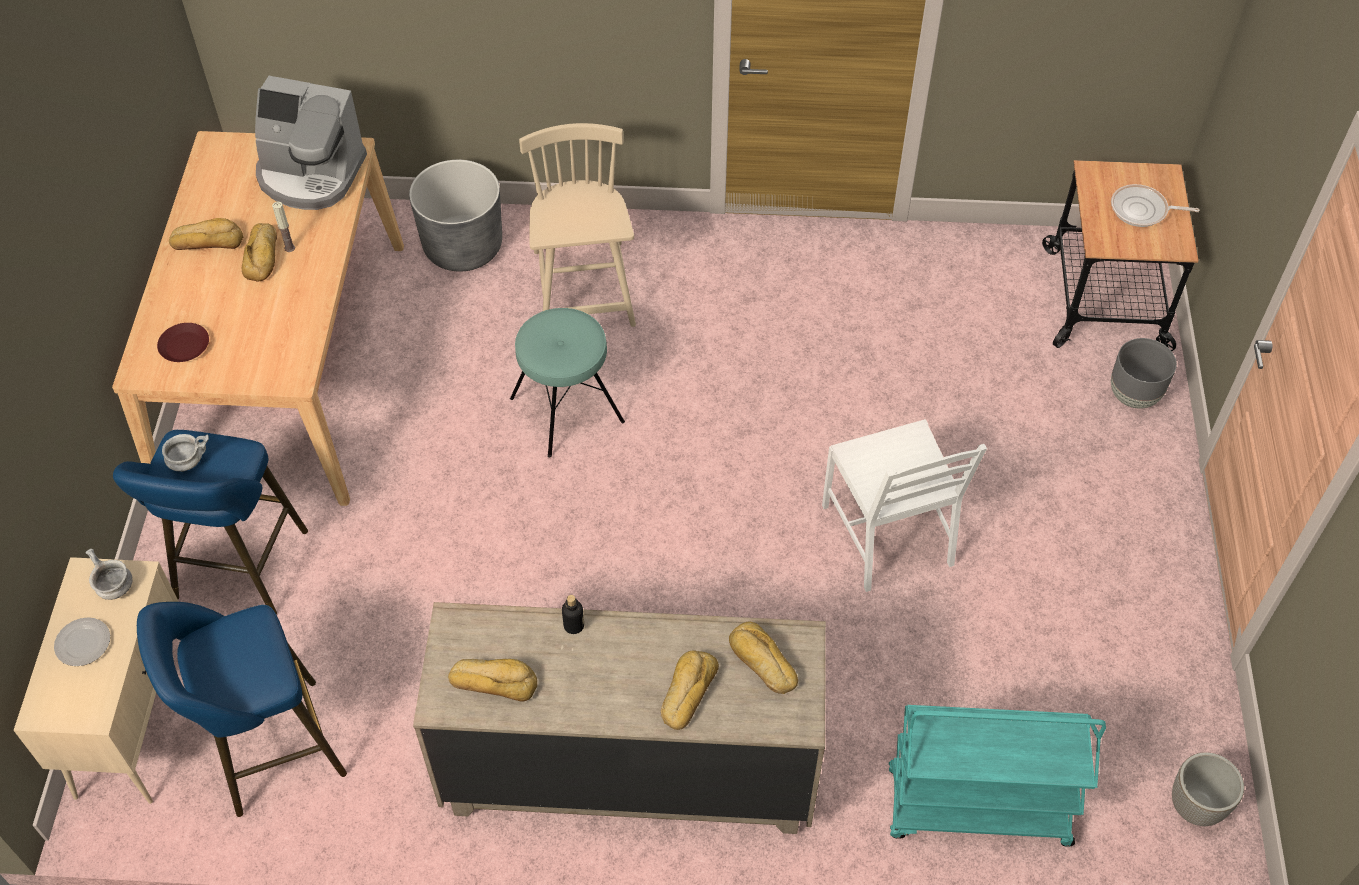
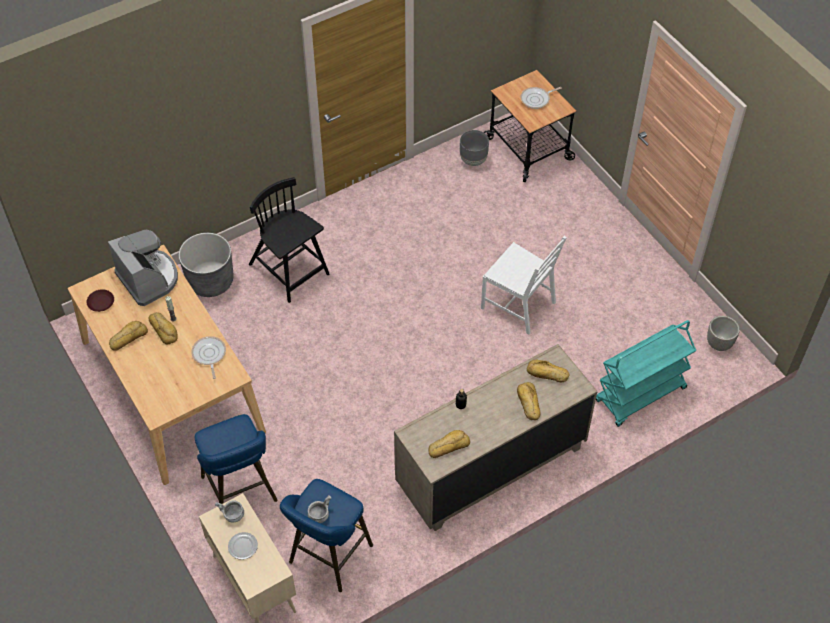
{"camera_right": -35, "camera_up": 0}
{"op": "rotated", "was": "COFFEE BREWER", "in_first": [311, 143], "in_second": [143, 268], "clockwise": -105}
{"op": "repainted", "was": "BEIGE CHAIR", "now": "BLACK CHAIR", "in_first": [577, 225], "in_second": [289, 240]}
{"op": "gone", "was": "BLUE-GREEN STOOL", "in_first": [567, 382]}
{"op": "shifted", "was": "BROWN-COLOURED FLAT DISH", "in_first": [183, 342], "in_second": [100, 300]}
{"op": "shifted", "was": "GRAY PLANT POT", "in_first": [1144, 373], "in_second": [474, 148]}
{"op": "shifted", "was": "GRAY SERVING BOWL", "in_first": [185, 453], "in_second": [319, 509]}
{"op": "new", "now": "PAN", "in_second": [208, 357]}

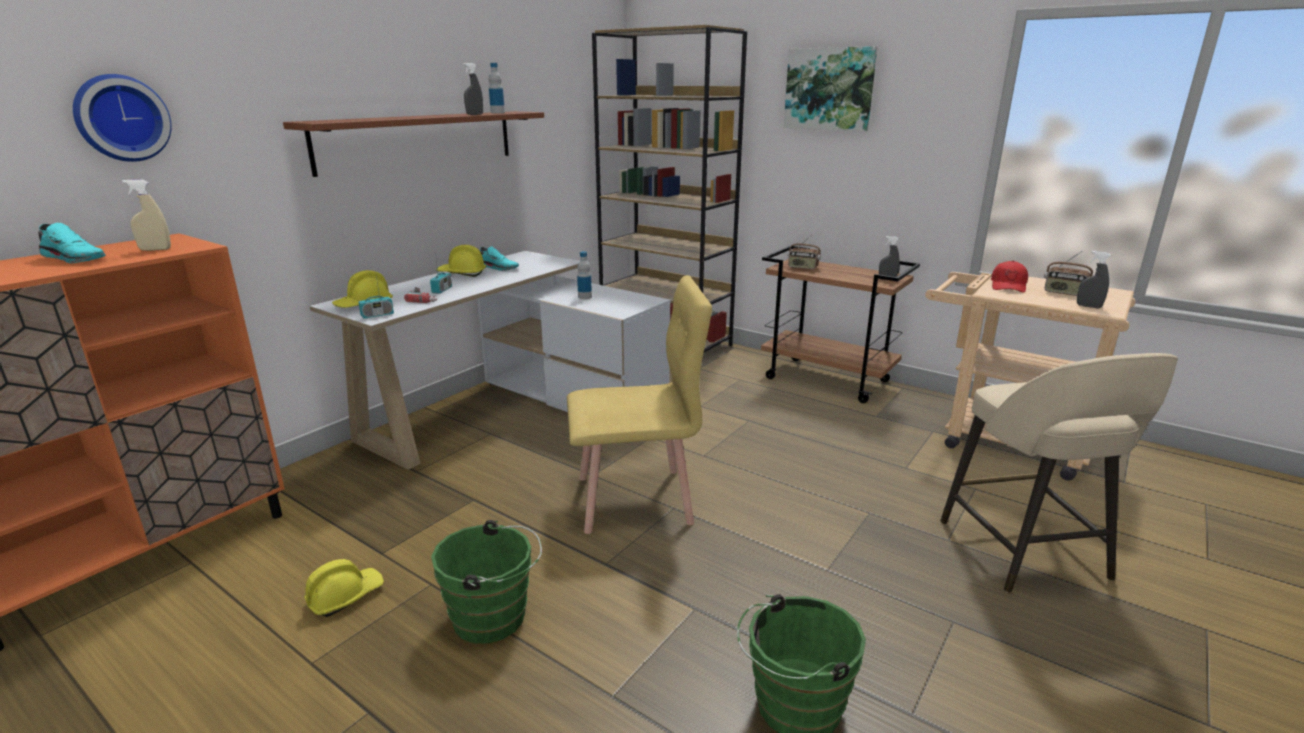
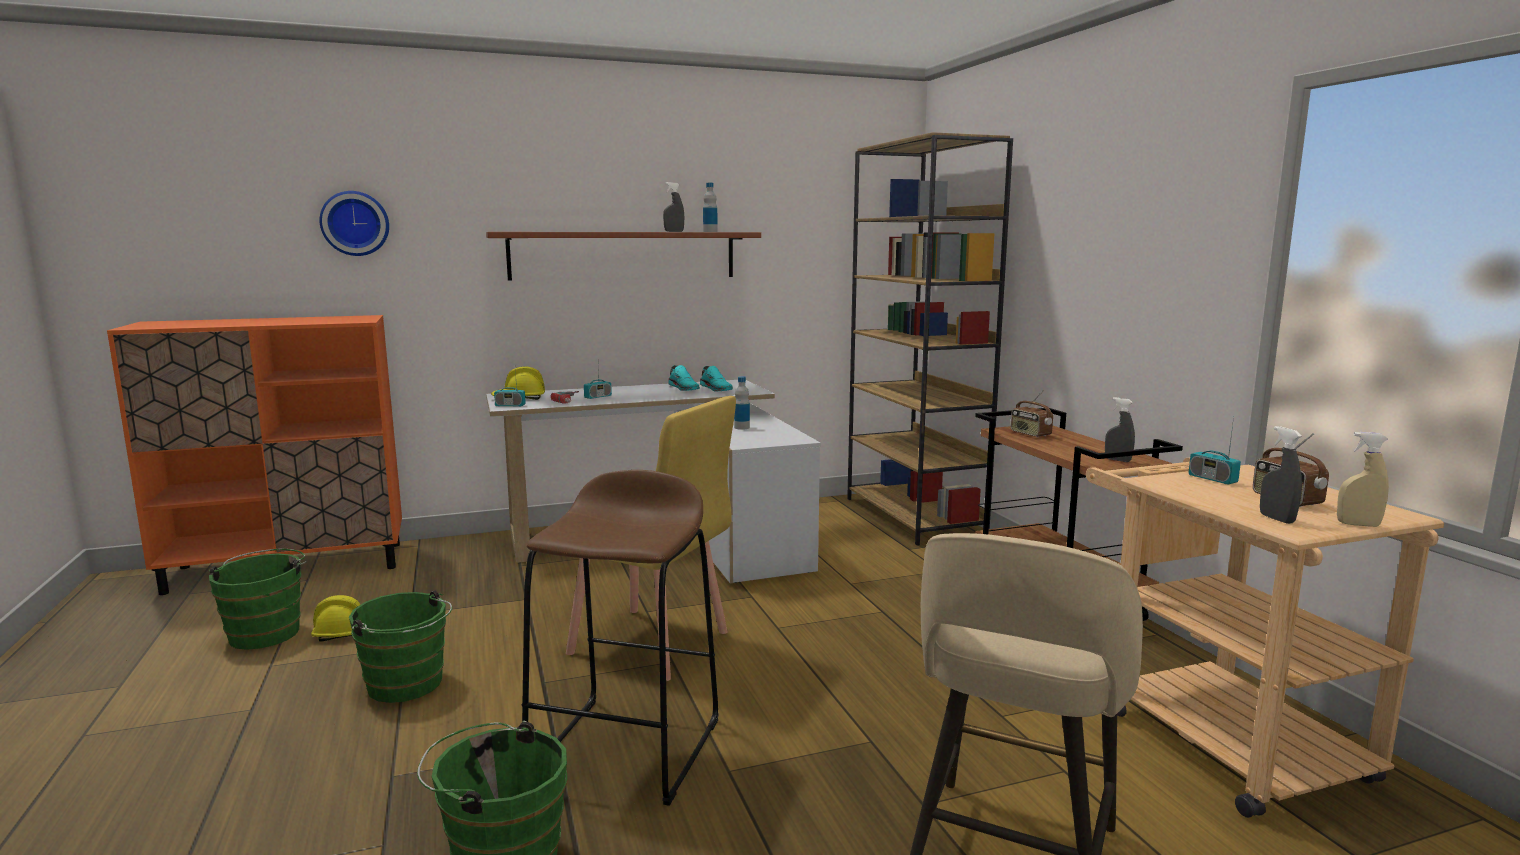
{"camera_right": 35, "camera_up": -10}
{"op": "gone", "was": "WALL PICTURE", "in_first": [830, 88]}
{"op": "shifted", "was": "BEIGE HAND SPRAYER", "in_first": [146, 215], "in_second": [1363, 479]}
{"op": "shifted", "was": "BLUE-GREEN ITEM OF FOOTWEAR", "in_first": [72, 243], "in_second": [716, 379]}
{"op": "gone", "was": "YELLOW-COLOURED SAFETY HELMET", "in_first": [461, 261]}
{"op": "swapped", "was": "RED PEAKED CAP", "now": "RADIO RECEIVER", "in_first": [1009, 277], "in_second": [1215, 450]}
{"op": "new", "now": "BROWN-COLOURED STOOL", "in_second": [620, 638]}
{"op": "new", "now": "GREENISH PAIL", "in_second": [257, 599]}

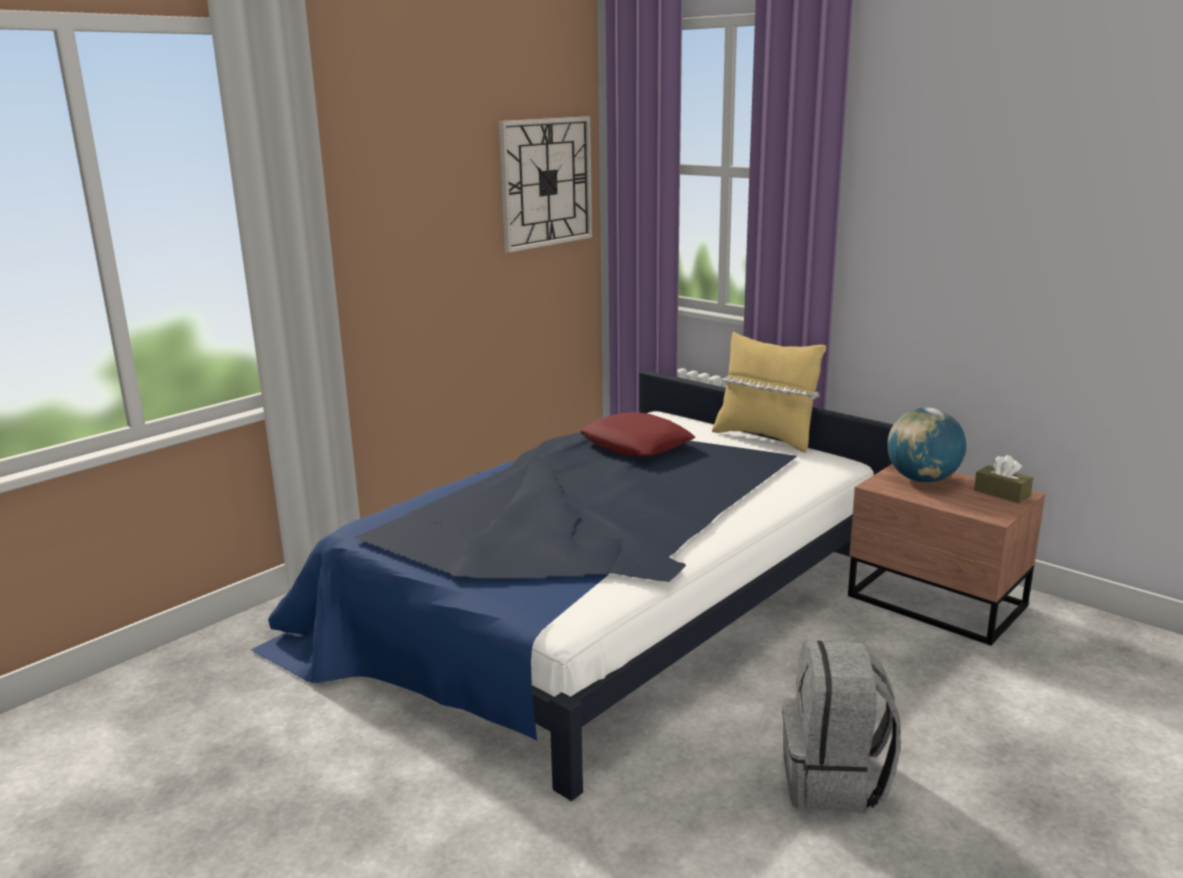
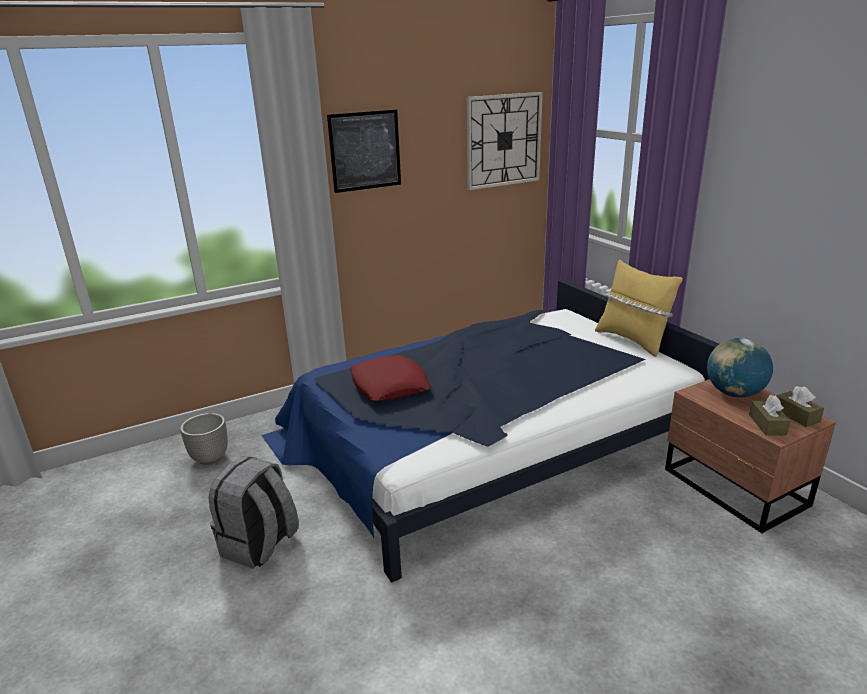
{"camera_right": 20, "camera_up": 5}
{"op": "shifted", "was": "RED PILLOW", "in_first": [637, 434], "in_second": [390, 378]}
{"op": "shifted", "was": "GRAY BACKPACK", "in_first": [841, 727], "in_second": [254, 512]}
{"op": "new", "now": "WALL PICTURE", "in_second": [364, 151]}
{"op": "new", "now": "BROWN-COLOURED BOX OF TISSUES", "in_second": [769, 415]}
{"op": "new", "now": "PLANT POT", "in_second": [204, 439]}

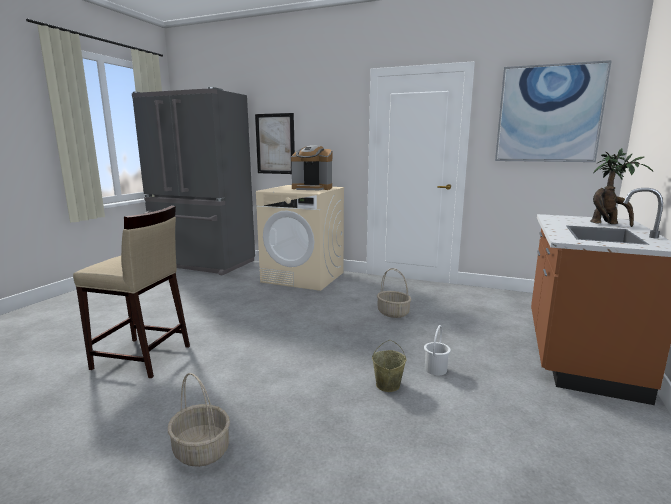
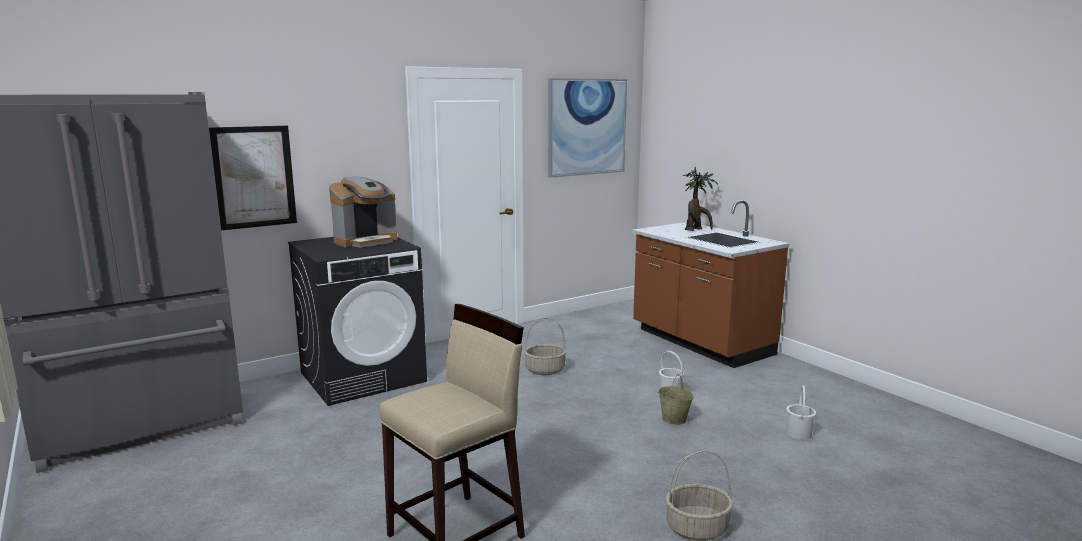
{"camera_right": -55, "camera_up": 0}
{"op": "repainted", "was": "BEIGE LAUNDRY APPLIANCE", "now": "BLACK LAUNDRY APPLIANCE", "in_first": [300, 238], "in_second": [357, 321]}
{"op": "new", "now": "WHITE-COLOURED PAIL", "in_second": [801, 412]}

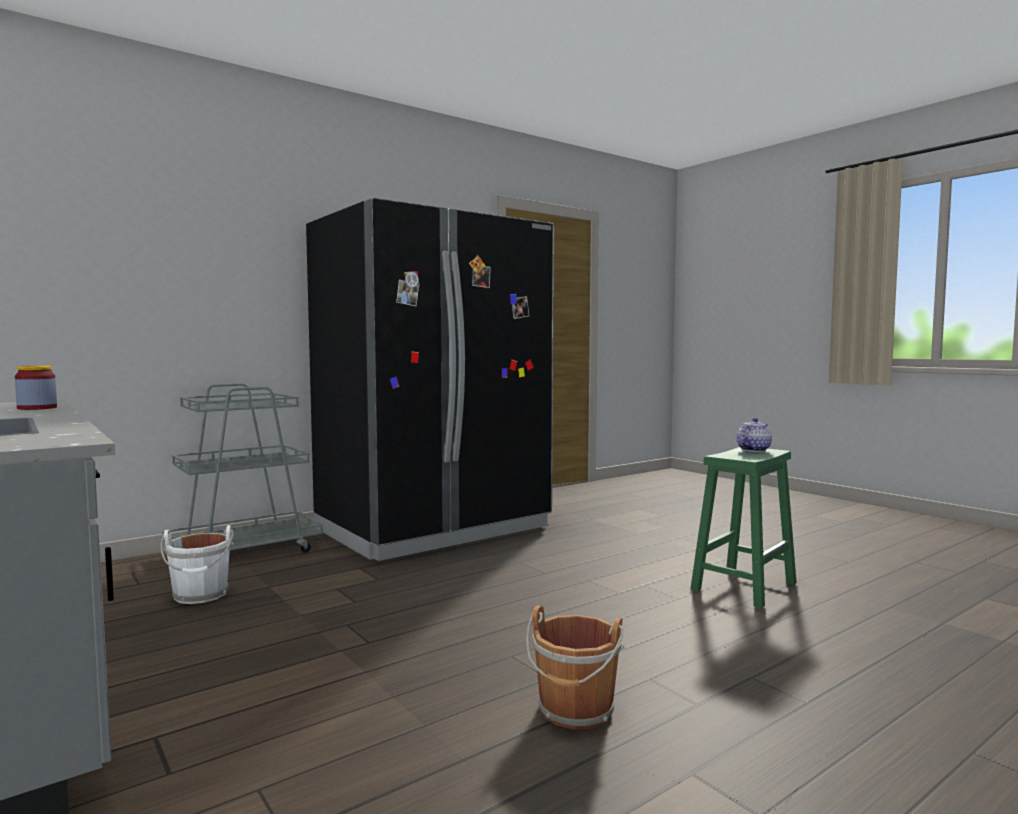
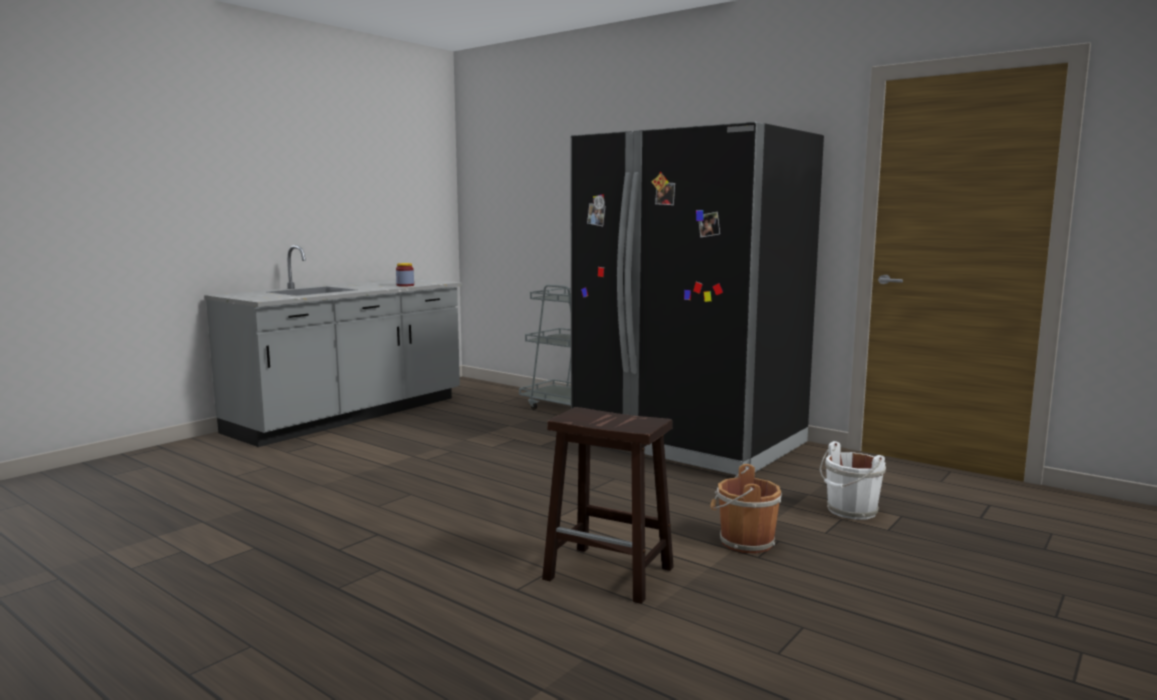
{"camera_right": 75, "camera_up": 5}
{"op": "gone", "was": "POT FOR TEA", "in_first": [754, 435]}
{"op": "repainted", "was": "GREENISH STOOL", "now": "BROWN-COLOURED STOOL", "in_first": [743, 527], "in_second": [608, 505]}
{"op": "shifted", "was": "WHITE-COLOURED PAIL", "in_first": [197, 564], "in_second": [853, 480]}
{"op": "shifted", "was": "BROWN-COLOURED PAIL", "in_first": [575, 667], "in_second": [746, 508]}

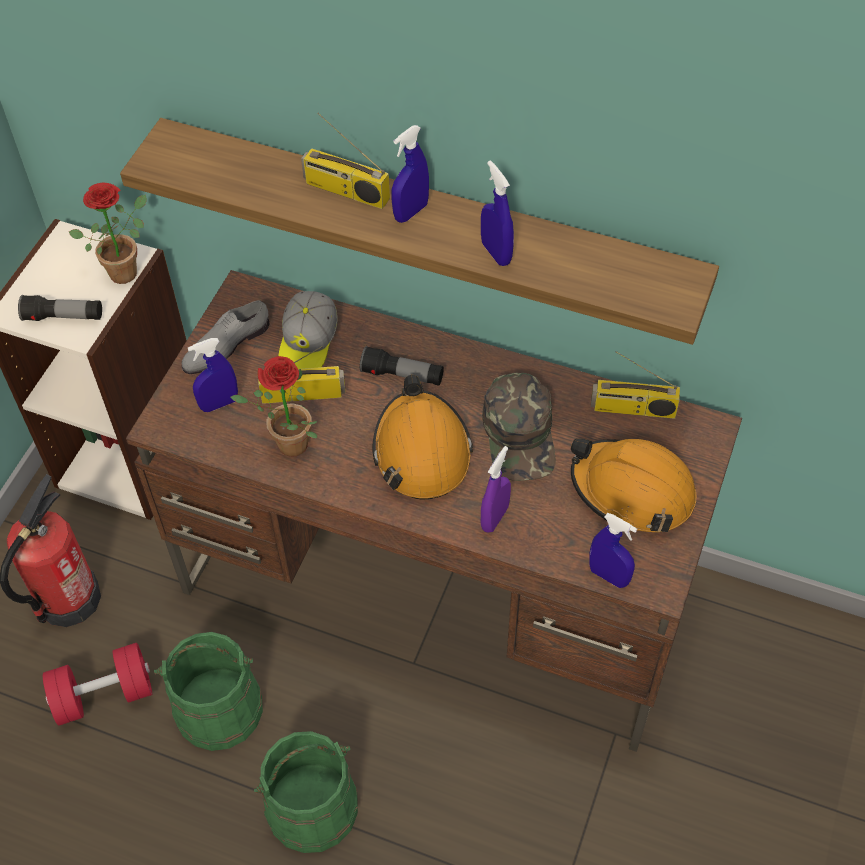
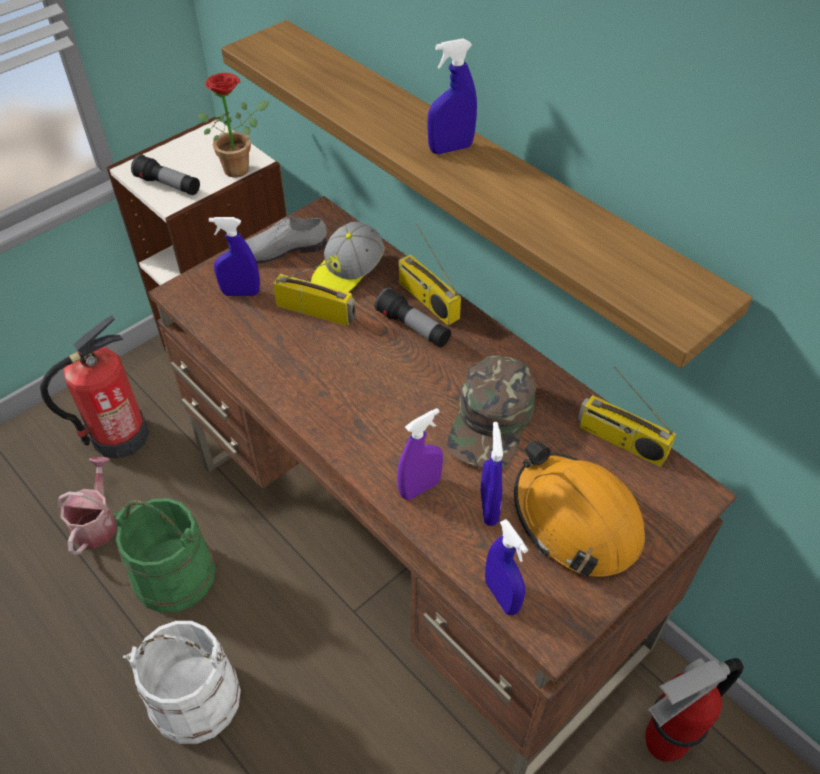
{"camera_right": 25, "camera_up": -5}
{"op": "shifted", "was": "RADIO RECEIVER", "in_first": [345, 161], "in_second": [430, 275]}
{"op": "shifted", "was": "BLUE HAND SPRAYER", "in_first": [497, 213], "in_second": [492, 474]}
{"op": "gone", "was": "PLANT IN A POT", "in_first": [274, 406]}
{"op": "gone", "was": "ORANGE SAFETY HELMET", "in_first": [422, 437]}
{"op": "swapped", "was": "RED DUMBBELL", "now": "SPRINKLING CAN", "in_first": [97, 684], "in_second": [87, 506]}
{"op": "repainted", "was": "GREENISH PAIL", "now": "WHITE-COLOURED PAIL", "in_first": [306, 792], "in_second": [182, 682]}
{"op": "new", "now": "FIRE EXTINGUISHER", "in_second": [694, 710]}

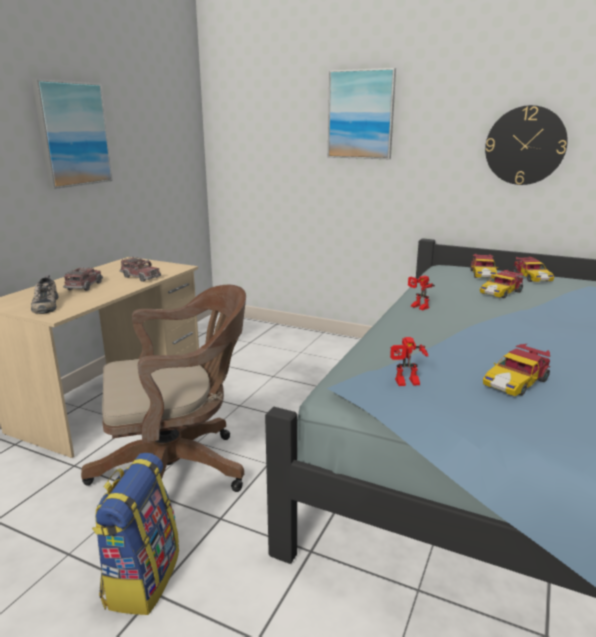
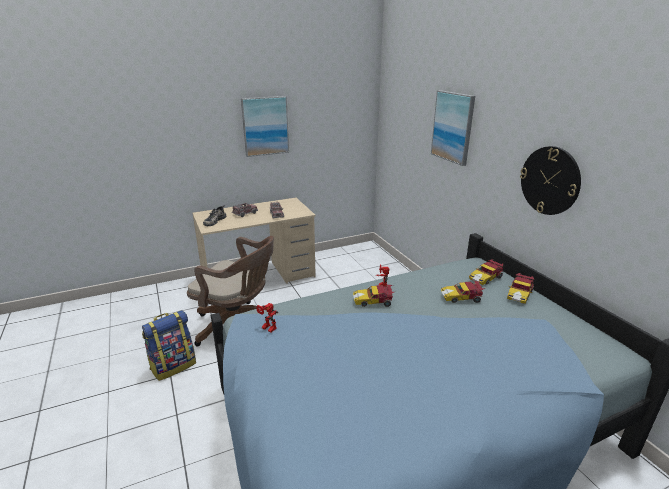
{"camera_right": 40, "camera_up": 5}
{"op": "shifted", "was": "MODEL CAR", "in_first": [516, 370], "in_second": [373, 296]}

